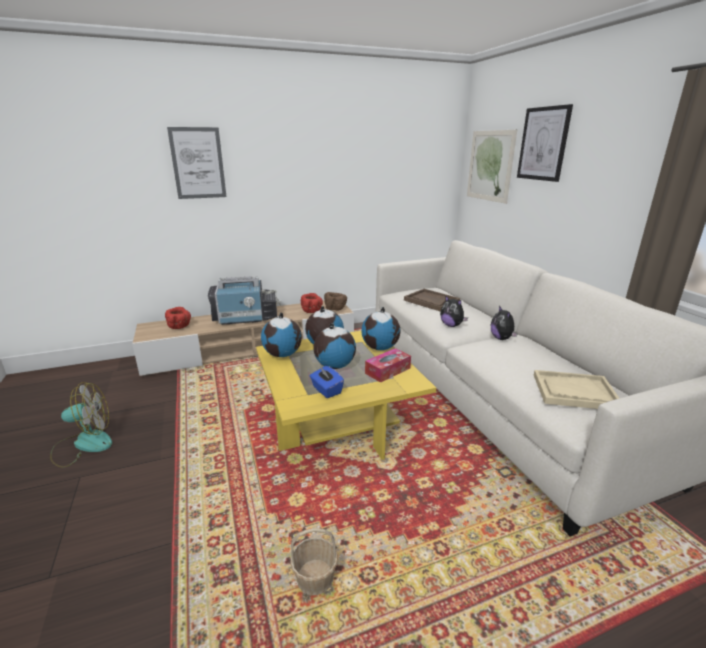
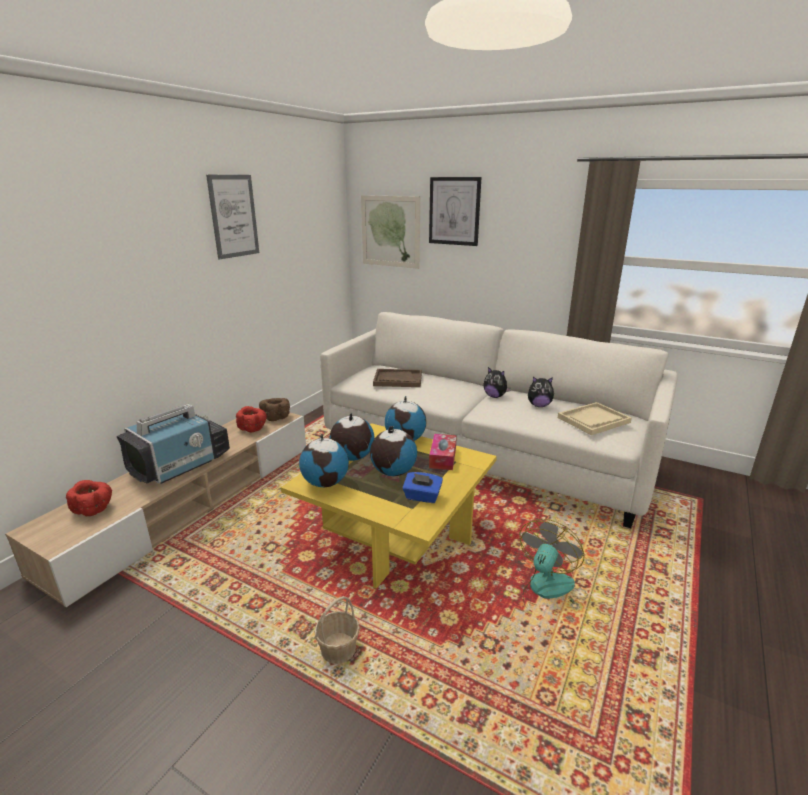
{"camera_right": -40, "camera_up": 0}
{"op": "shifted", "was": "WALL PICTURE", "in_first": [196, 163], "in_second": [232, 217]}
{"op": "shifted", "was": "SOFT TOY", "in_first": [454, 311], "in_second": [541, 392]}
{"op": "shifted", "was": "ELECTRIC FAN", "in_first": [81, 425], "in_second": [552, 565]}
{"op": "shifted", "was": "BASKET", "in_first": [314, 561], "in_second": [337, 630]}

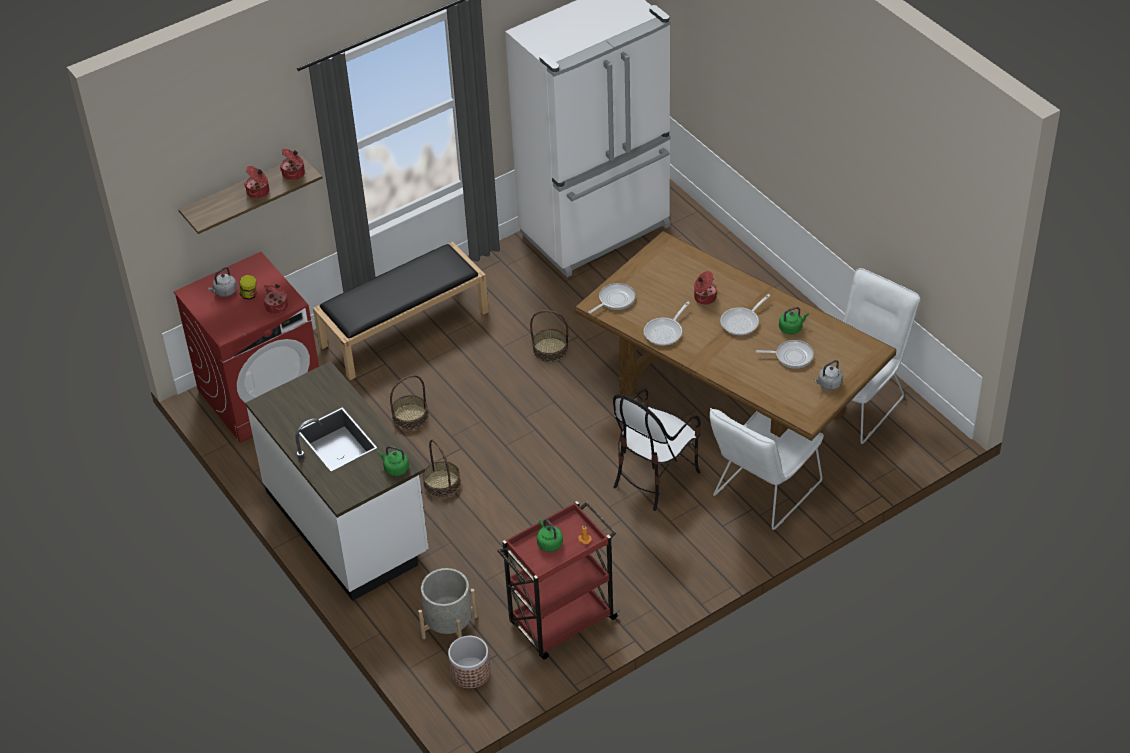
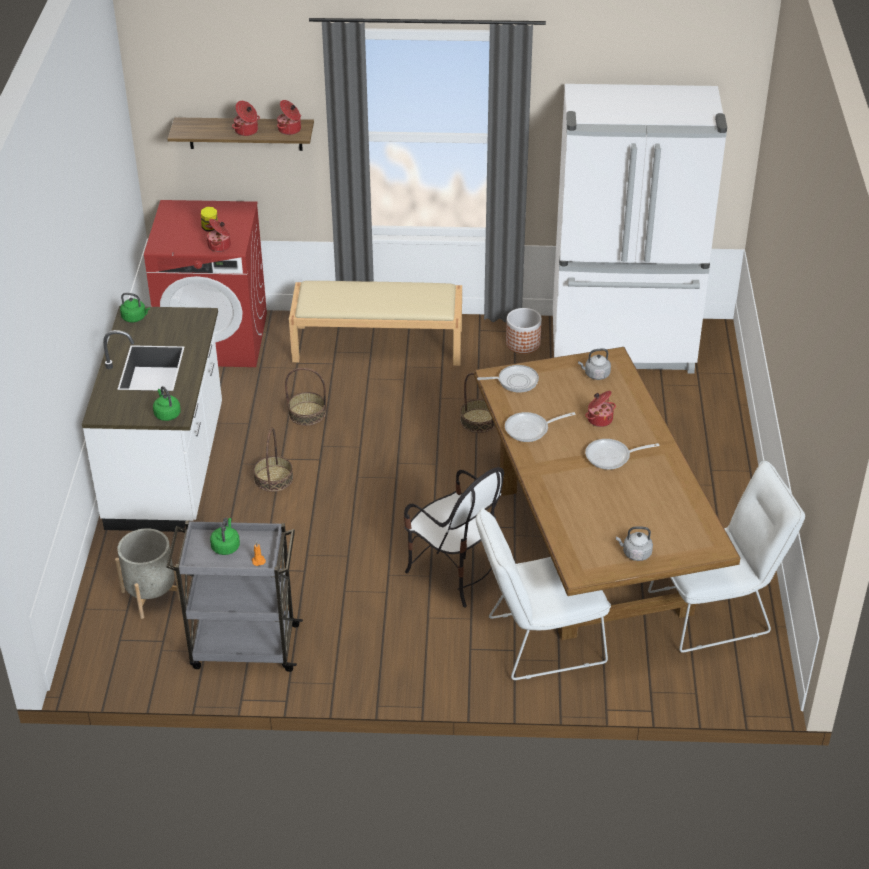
{"camera_right": 35, "camera_up": -5}
{"op": "repainted", "was": "BLACK LONG SEAT", "now": "BEIGE LONG SEAT", "in_first": [401, 311], "in_second": [375, 323]}
{"op": "shifted", "was": "GRAY KETTLE", "in_first": [222, 282], "in_second": [594, 364]}
{"op": "shifted", "was": "GREENISH KETTLE", "in_first": [794, 320], "in_second": [135, 307]}
{"op": "gone", "was": "PAN", "in_first": [785, 354]}
{"op": "rotated", "was": "CHAIR", "in_first": [657, 449], "in_second": [454, 537], "clockwise": -120}
{"op": "repainted", "was": "RED TROLLEY", "now": "GRAY TROLLEY", "in_first": [558, 580], "in_second": [234, 596]}
{"op": "shifted", "was": "PLANT POT", "in_first": [469, 662], "in_second": [524, 331]}

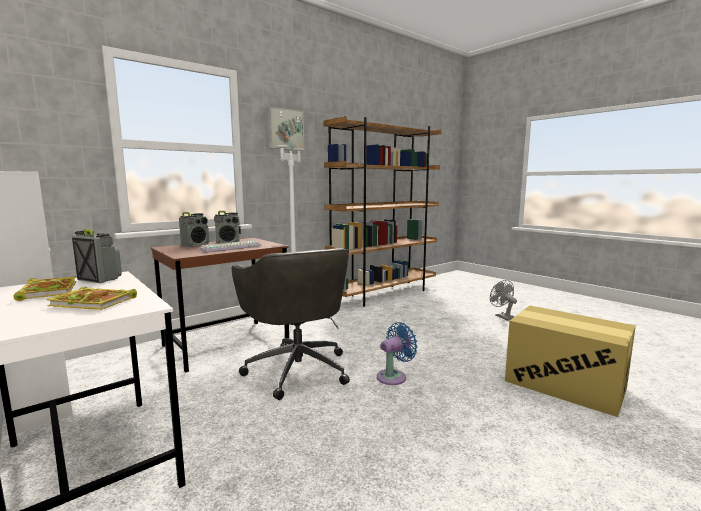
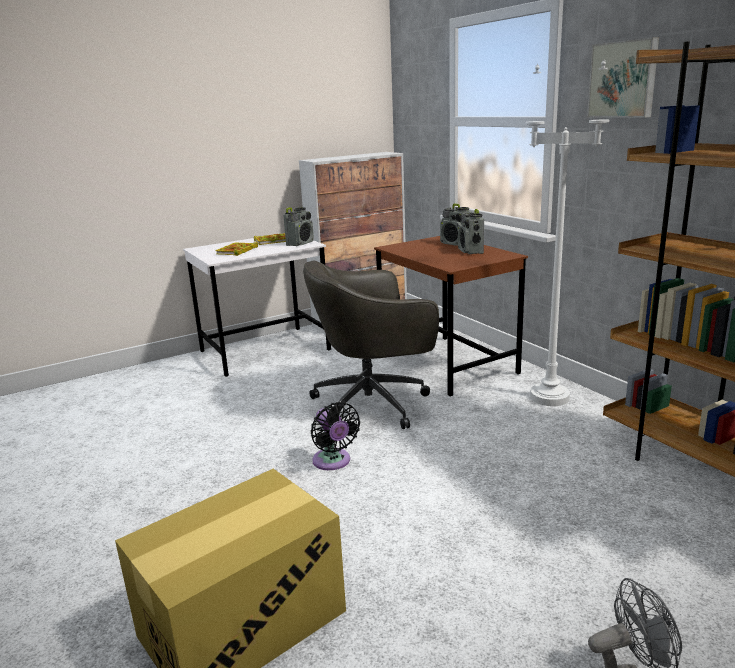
{"camera_right": 100, "camera_up": 10}
{"op": "gone", "was": "PC KEYBOARD", "in_first": [230, 246]}
{"op": "repainted", "was": "BLUE ELECTRIC FAN", "now": "BLACK ELECTRIC FAN", "in_first": [397, 353], "in_second": [335, 436]}

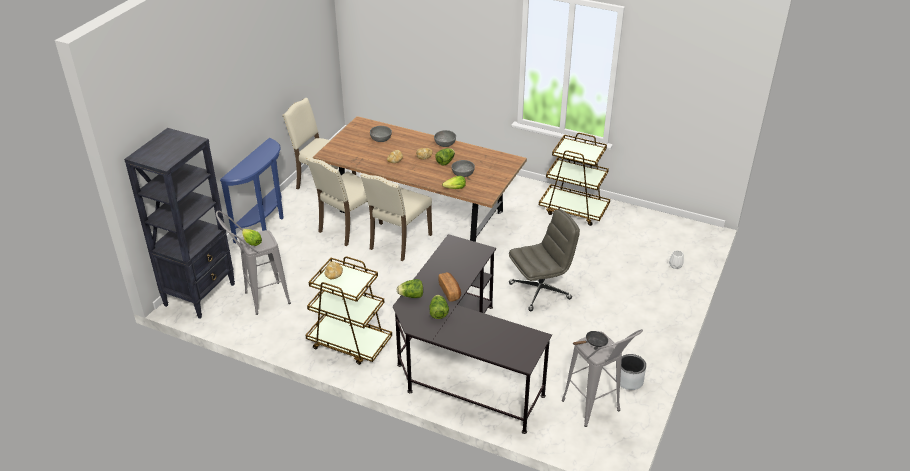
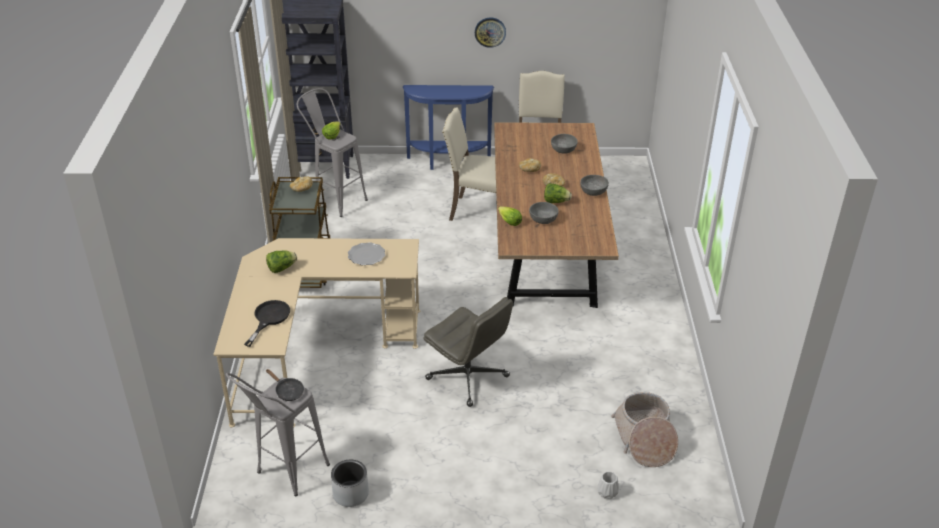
{"camera_right": 65, "camera_up": 0}
{"op": "gone", "was": "BROWN-COLOURED TROLLEY", "in_first": [574, 179]}
{"op": "gone", "was": "BEIGE CHAIR", "in_first": [396, 217]}
{"op": "repainted", "was": "BLACK DESK TABLE", "now": "BEIGE DESK TABLE", "in_first": [472, 334], "in_second": [316, 332]}
{"op": "gone", "was": "BREAD", "in_first": [449, 287]}
{"op": "gone", "was": "HEAD OF LETTUCE", "in_first": [410, 288]}
{"op": "new", "now": "HANGING CLOCK", "in_second": [490, 33]}
{"op": "new", "now": "FLAT DISH", "in_second": [366, 253]}
{"op": "new", "now": "BLACK PAN", "in_second": [267, 323]}
{"op": "new", "now": "BASKET", "in_second": [644, 429]}

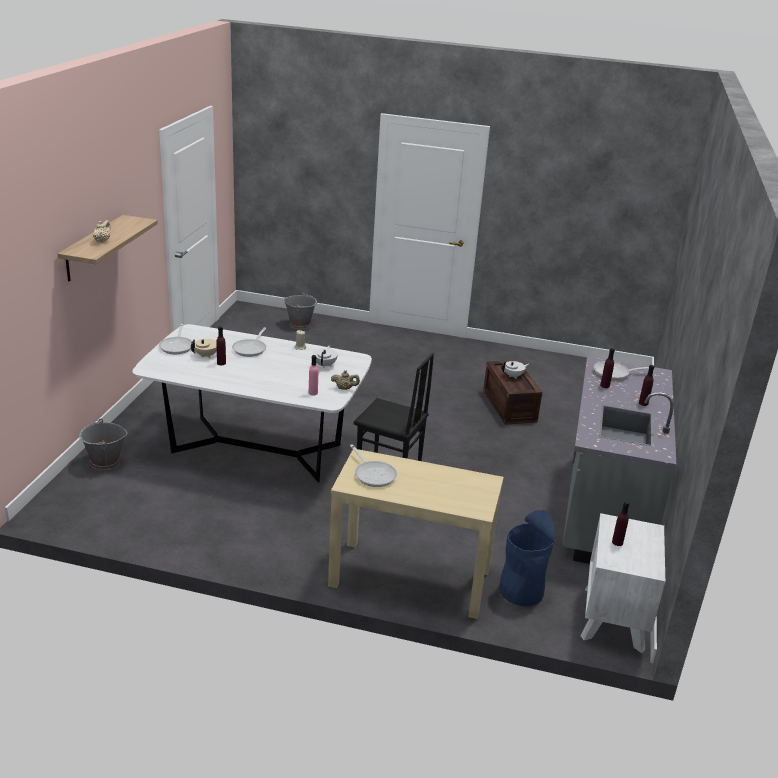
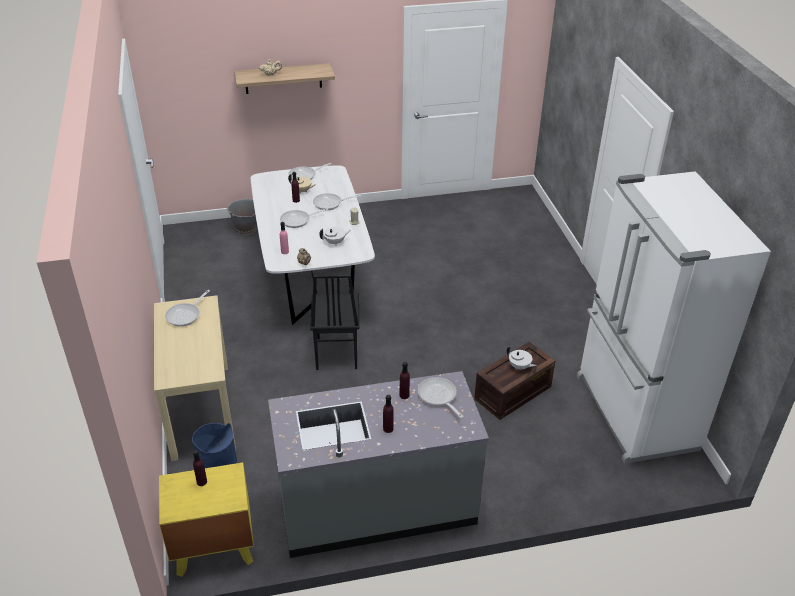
{"camera_right": 65, "camera_up": 10}
{"op": "gone", "was": "GRAY PAIL", "in_first": [300, 311]}
{"op": "repainted", "was": "WHITE-COLOURED BEDSIDE TABLE", "now": "YELLOW-COLOURED BEDSIDE TABLE", "in_first": [622, 583], "in_second": [206, 519]}
{"op": "new", "now": "WHITE-COLOURED REFRIGERATOR", "in_second": [674, 317]}
{"op": "new", "now": "PAN", "in_second": [304, 218]}

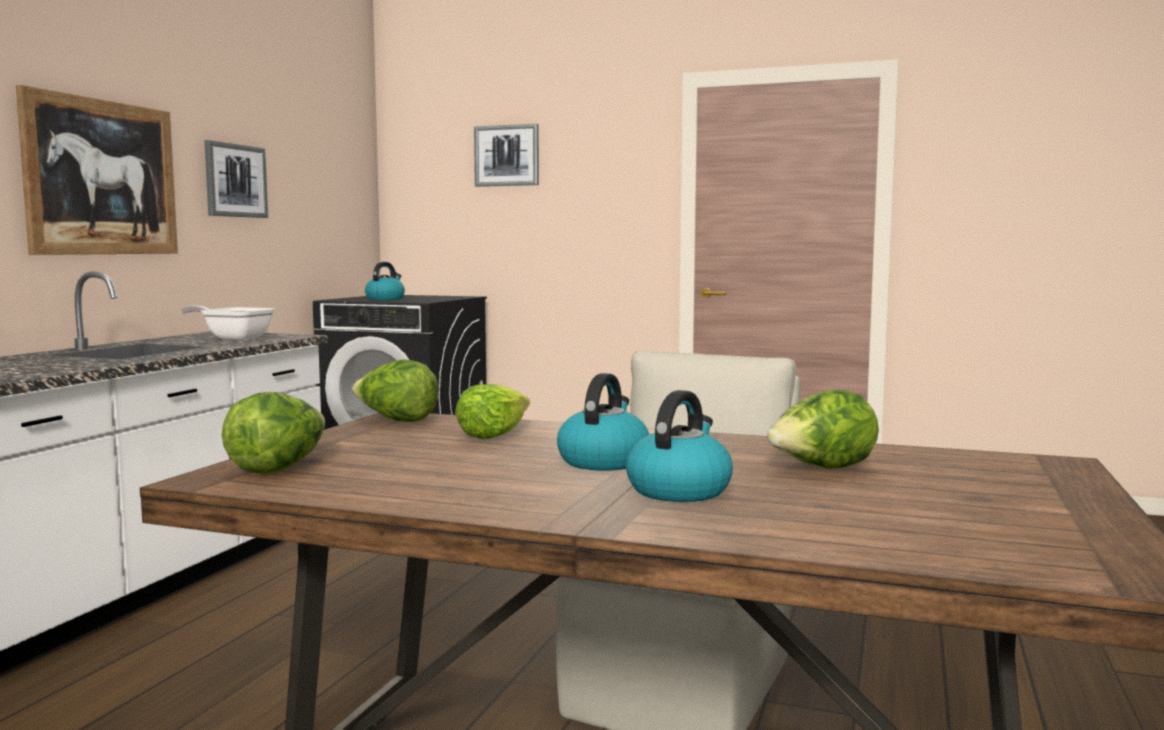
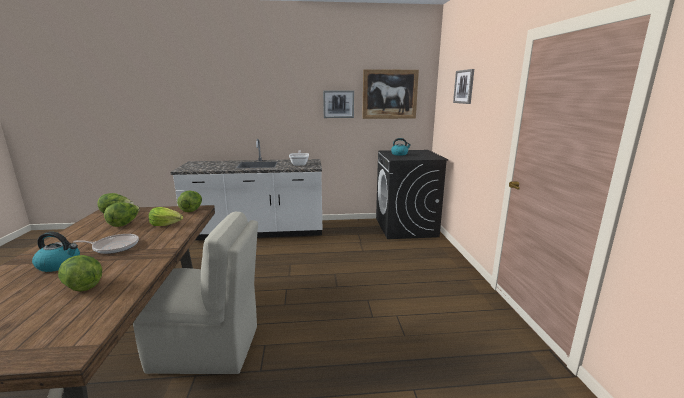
{"camera_right": 65, "camera_up": 10}
{"op": "shifted", "was": "WALL PICTURE", "in_first": [97, 170], "in_second": [390, 94]}
{"op": "swapped", "was": "KETTLE", "now": "PAN", "in_first": [603, 422], "in_second": [106, 244]}
{"op": "new", "now": "HEAD OF LETTUCE", "in_second": [122, 214]}

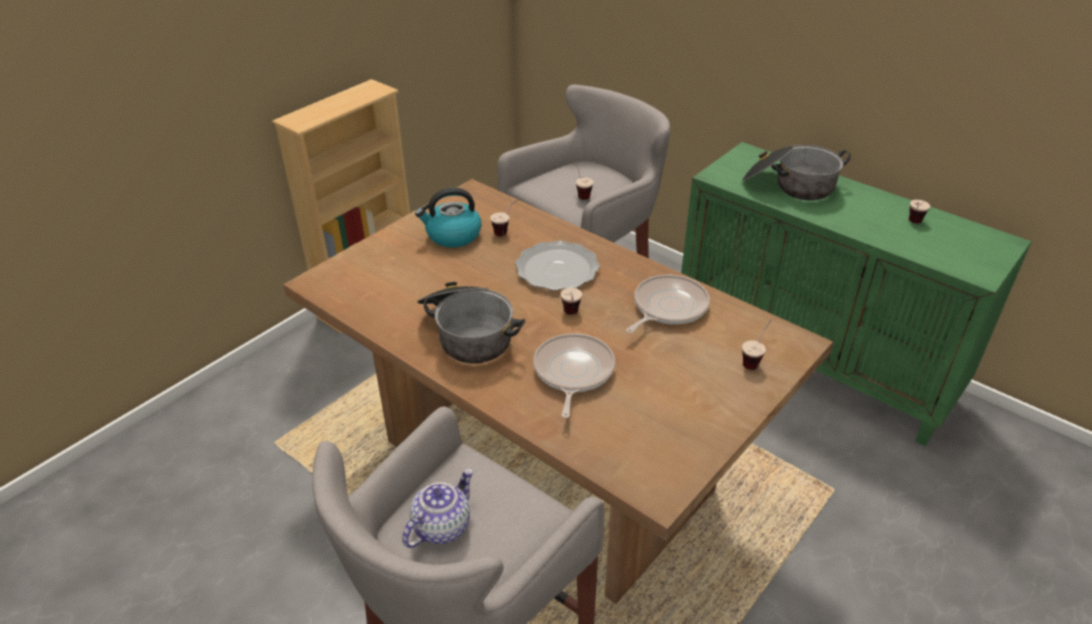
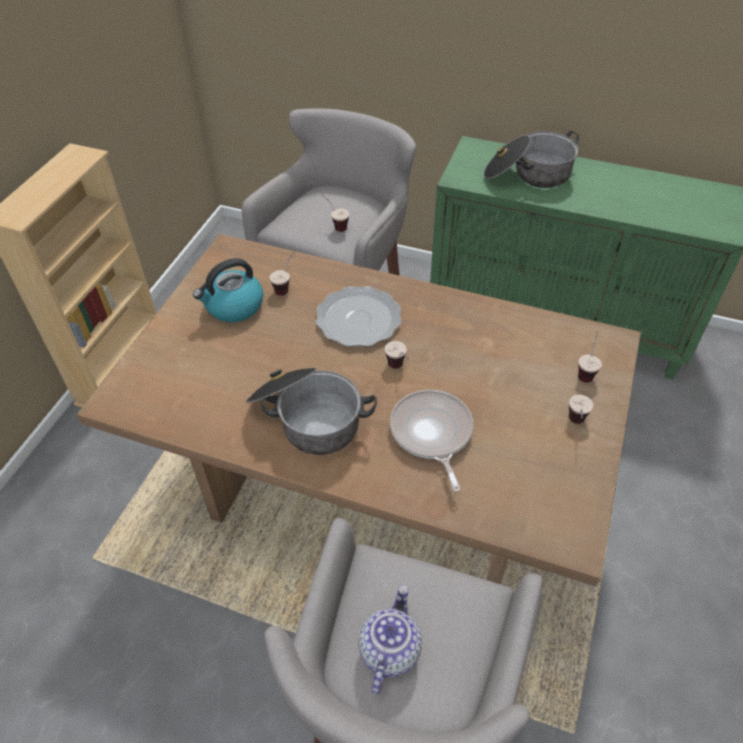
{"camera_right": -20, "camera_up": 10}
{"op": "shifted", "was": "CUP", "in_first": [919, 212], "in_second": [581, 409]}
{"op": "gone", "was": "PAN", "in_first": [668, 304]}

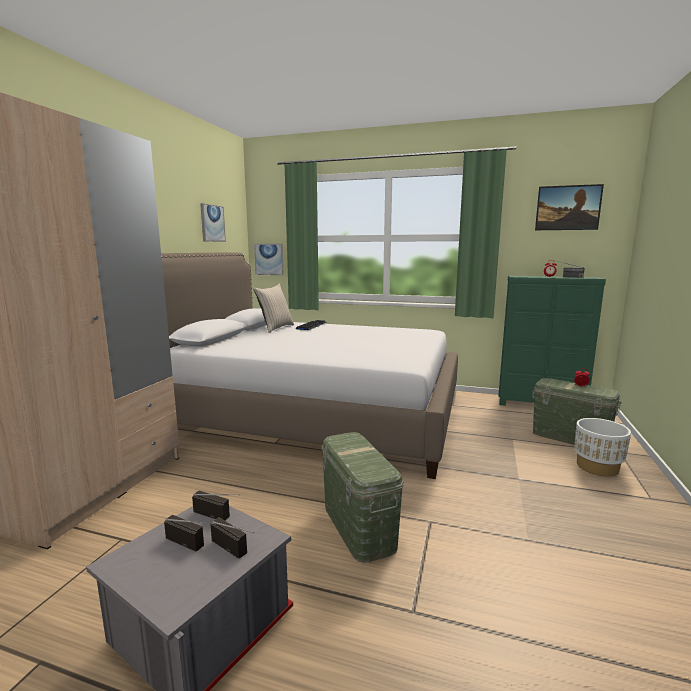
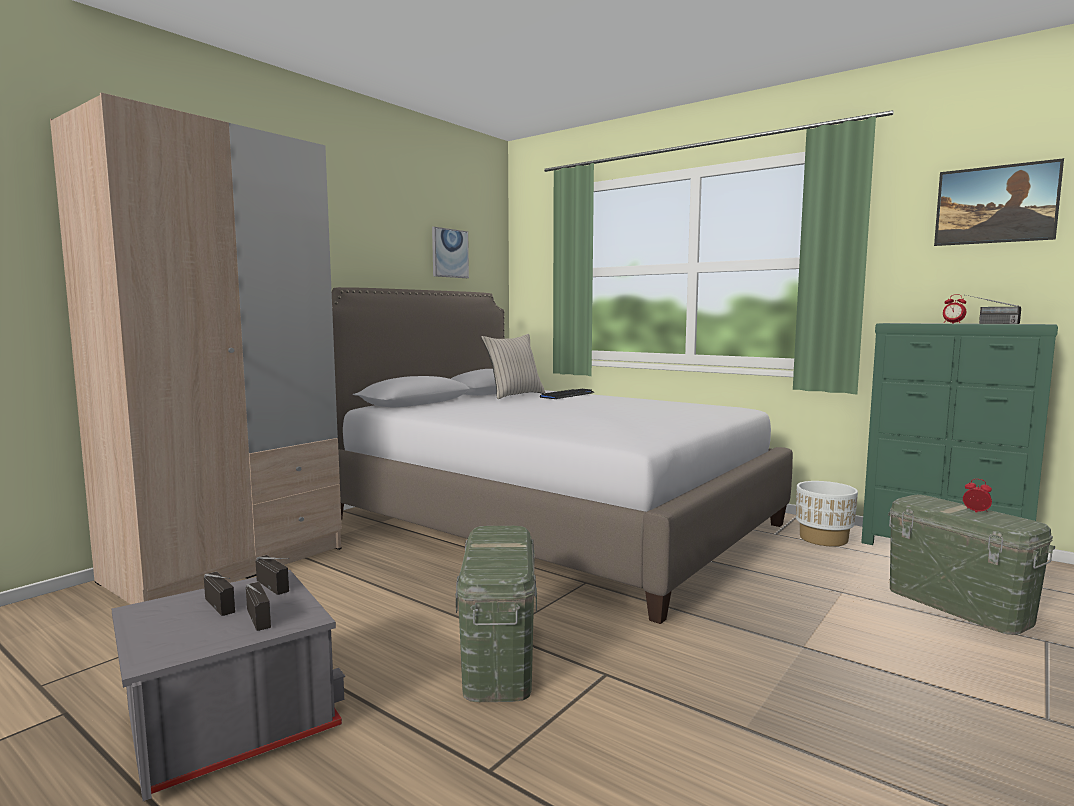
{"camera_right": 20, "camera_up": -5}
{"op": "gone", "was": "WALL PICTURE", "in_first": [269, 259]}
{"op": "shifted", "was": "WHITE-COLOURED PLANT POT", "in_first": [602, 447], "in_second": [827, 513]}

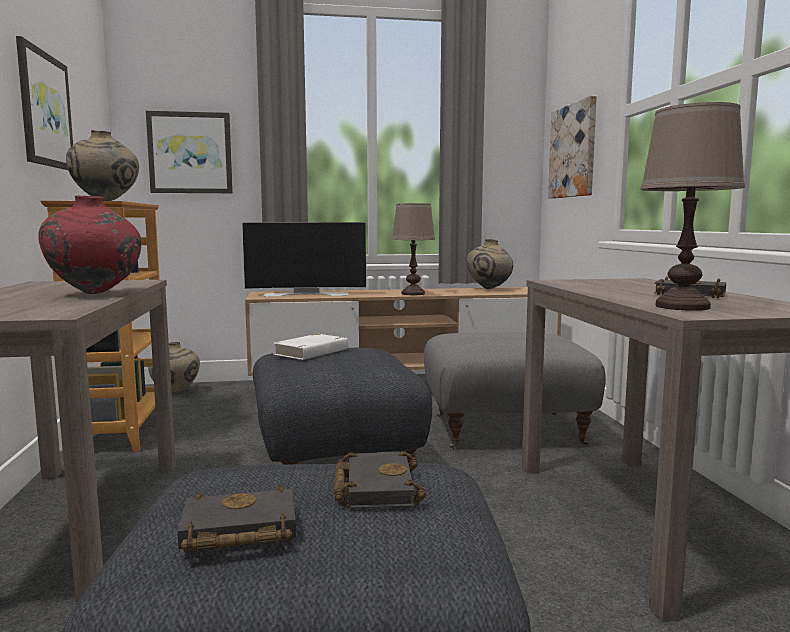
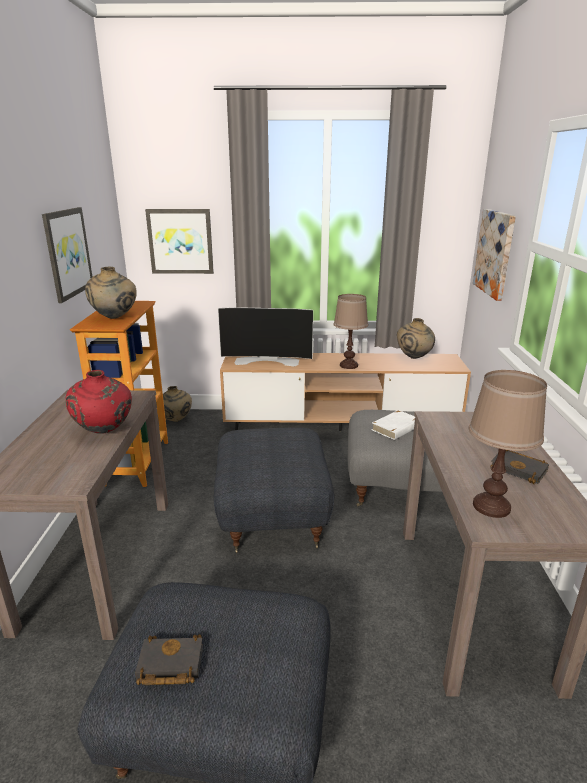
{"camera_right": 10, "camera_up": 15}
{"op": "shifted", "was": "WHITE-COLOURED VOLUME", "in_first": [311, 347], "in_second": [393, 425]}
{"op": "gone", "was": "BLACK VOLUME", "in_first": [380, 479]}

